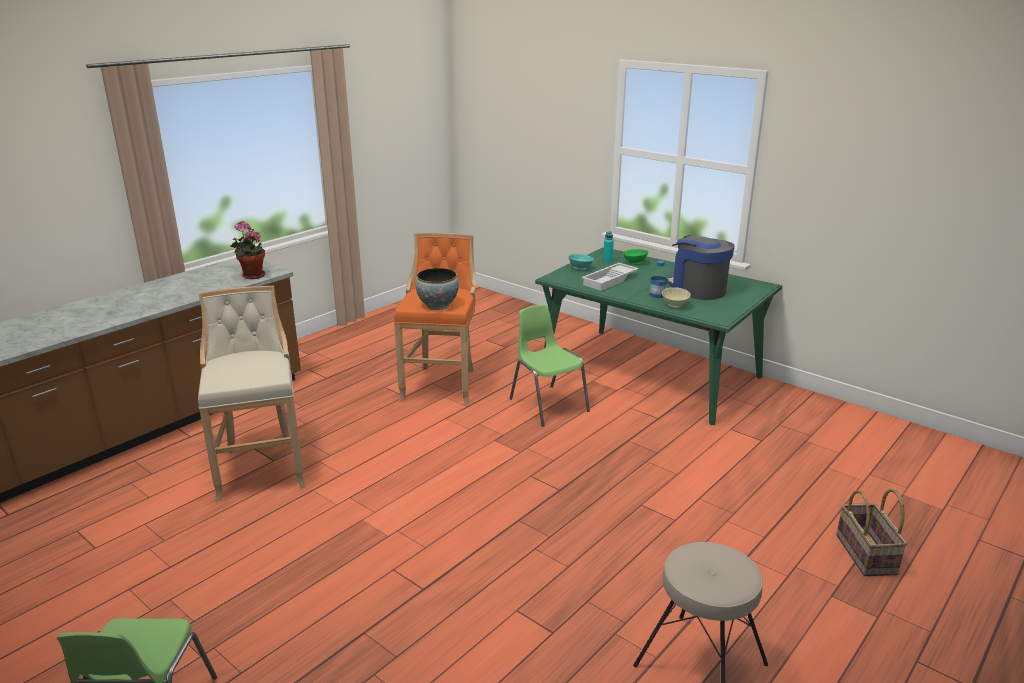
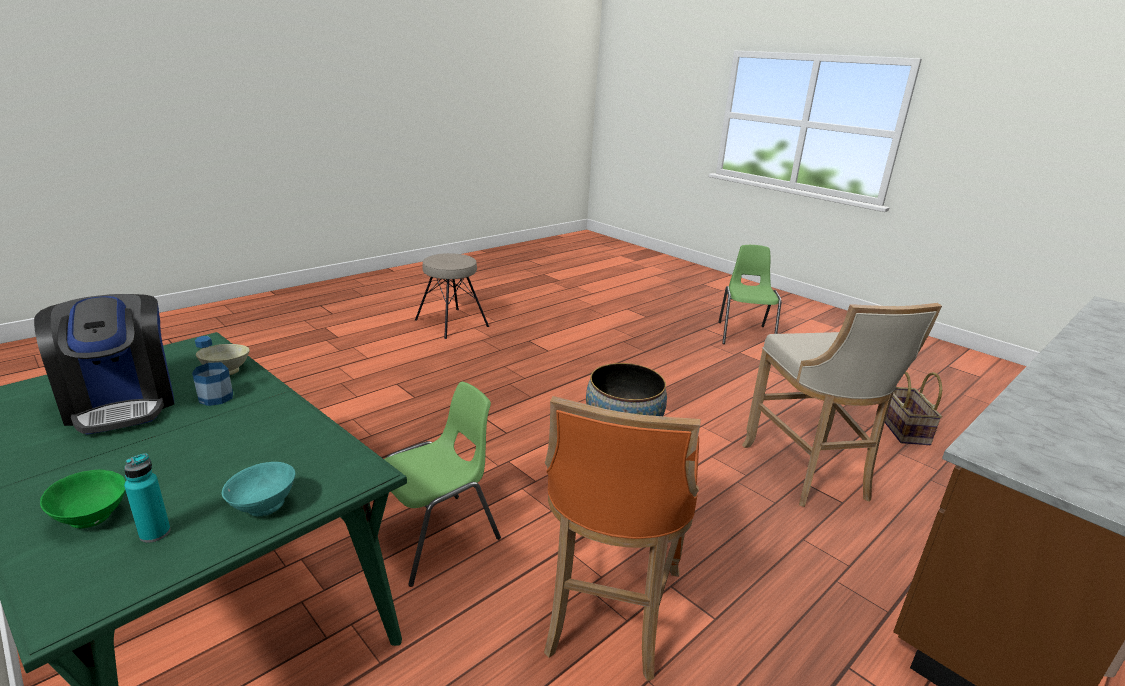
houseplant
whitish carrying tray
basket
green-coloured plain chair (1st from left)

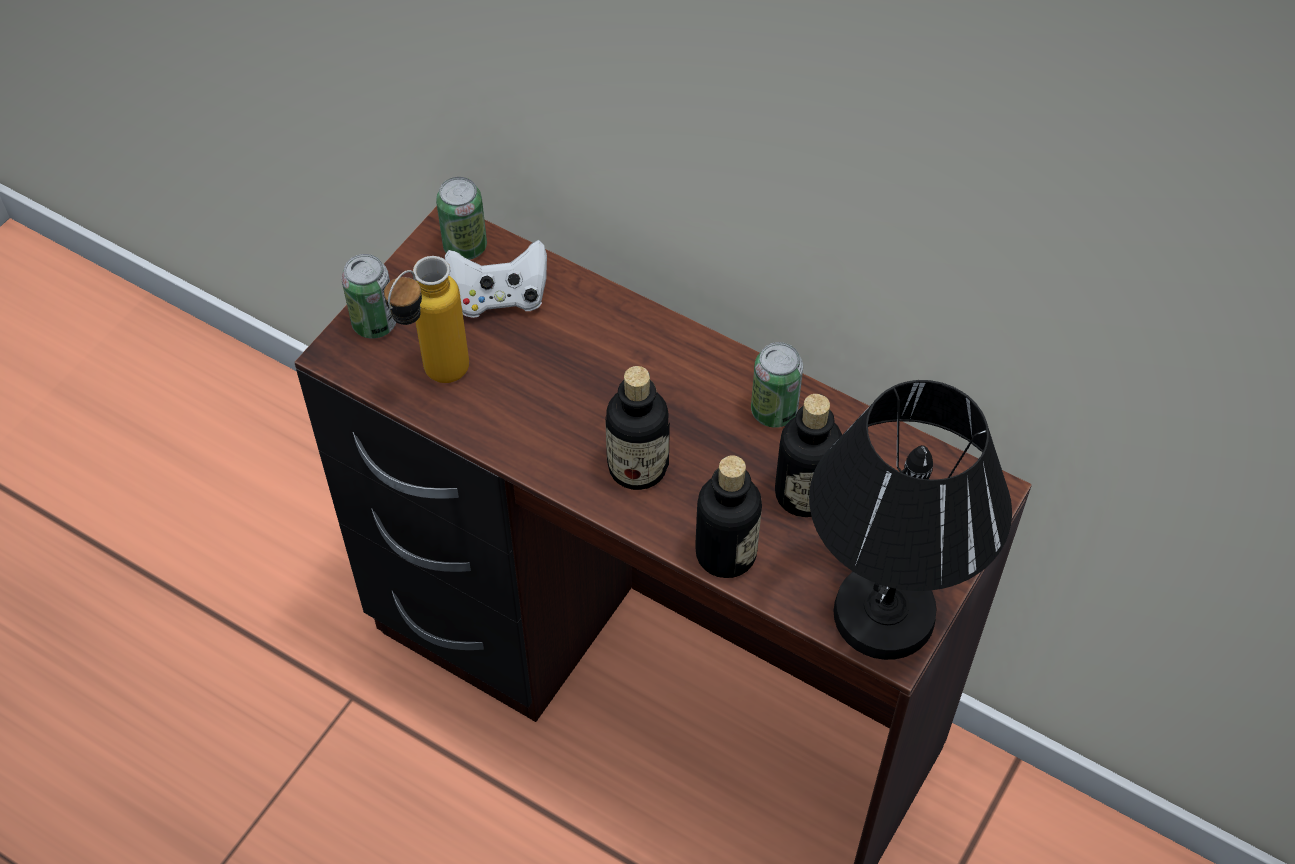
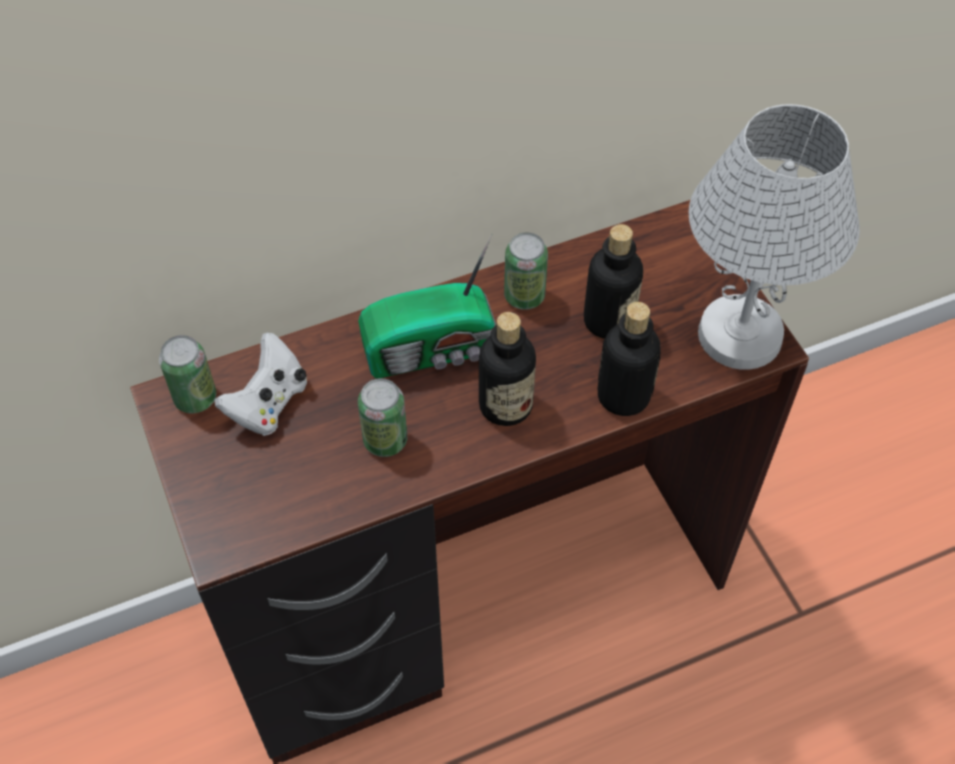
drink bottle (1st from left in the first image)
radio receiver
can (2nd from left)
whitish tabletop lamp

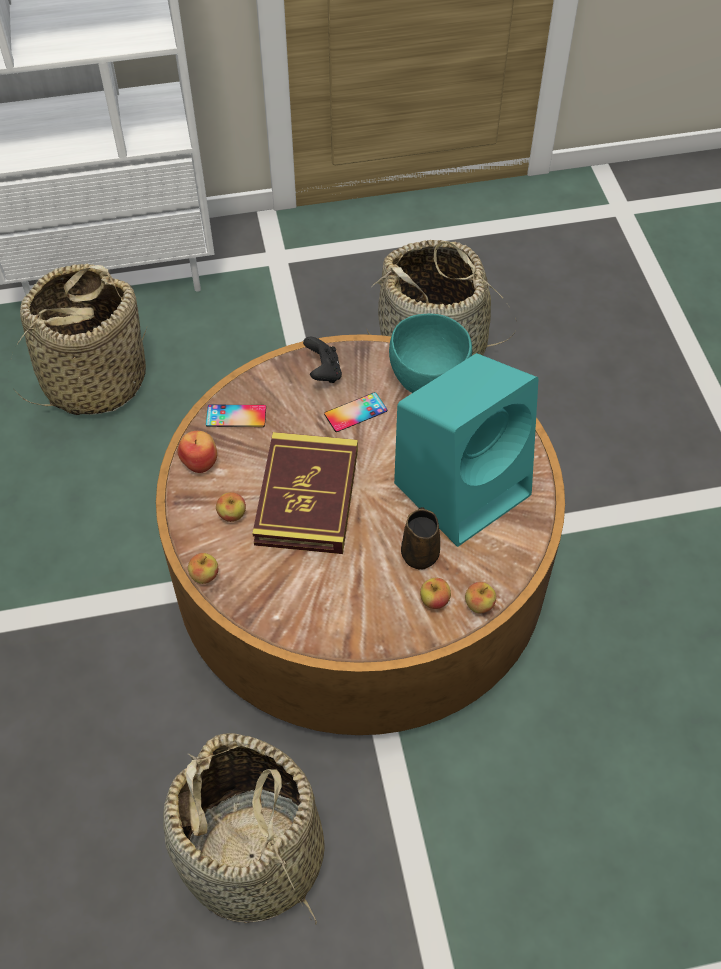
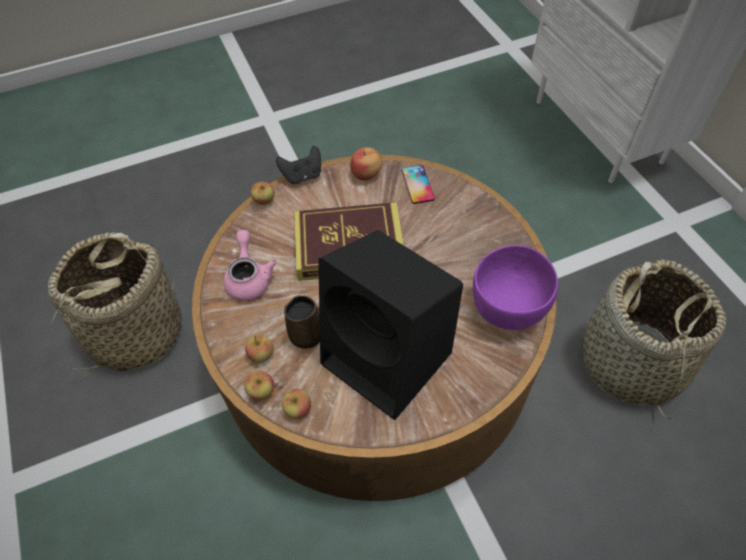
basket (1st from left in the first image)
handset (2nd from left in the first image)
pink tea pot
apple fruit (4th from left)
black gamepad
purple deep dish
black loudspeaker

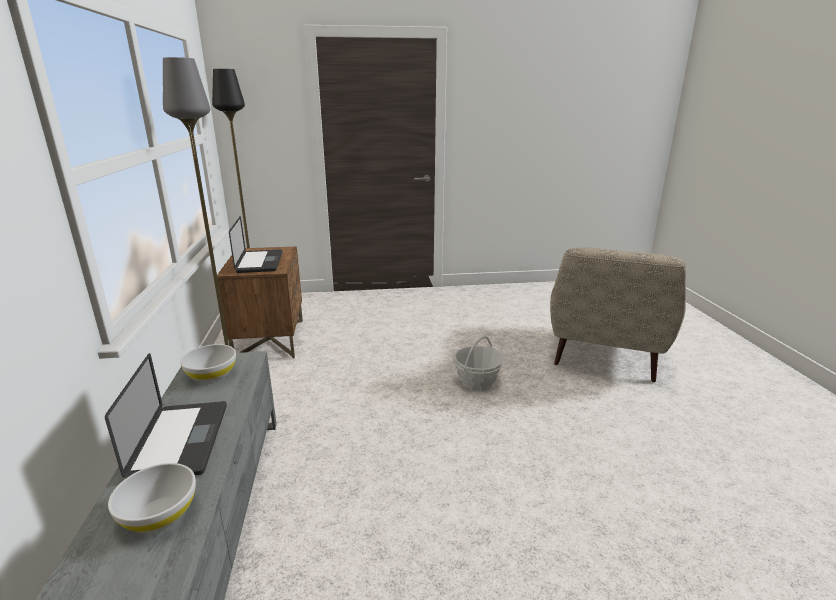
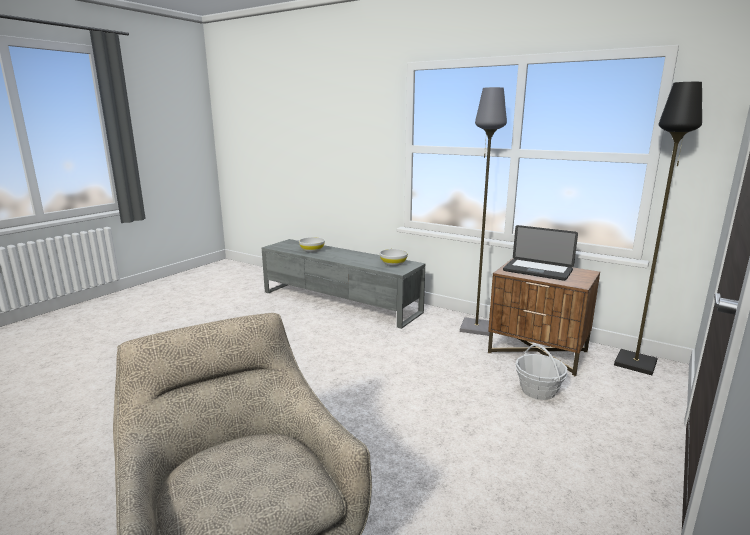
laptop (1st from left in the first image)
basket

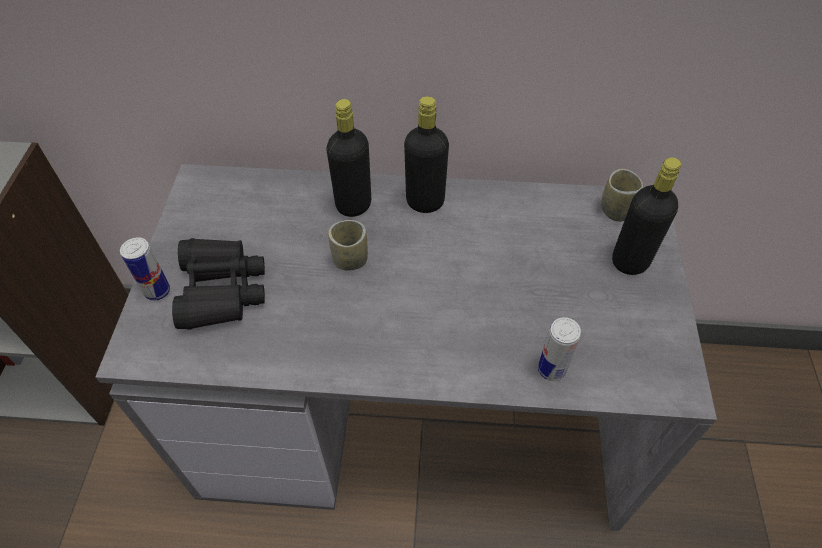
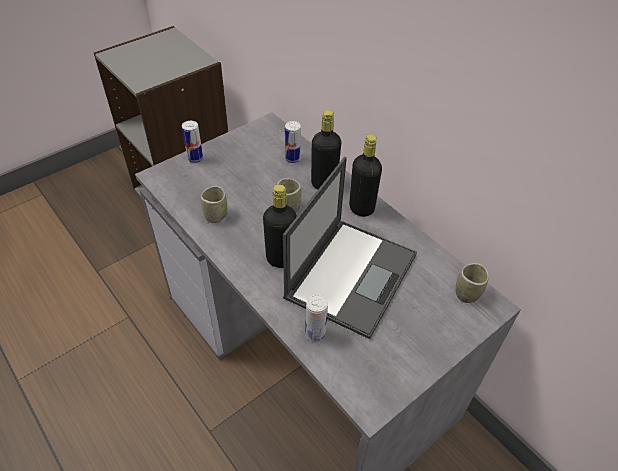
black binoculars
cup (1st from left)
laptop
can (2nd from left)
black drink bottle (1st from left)

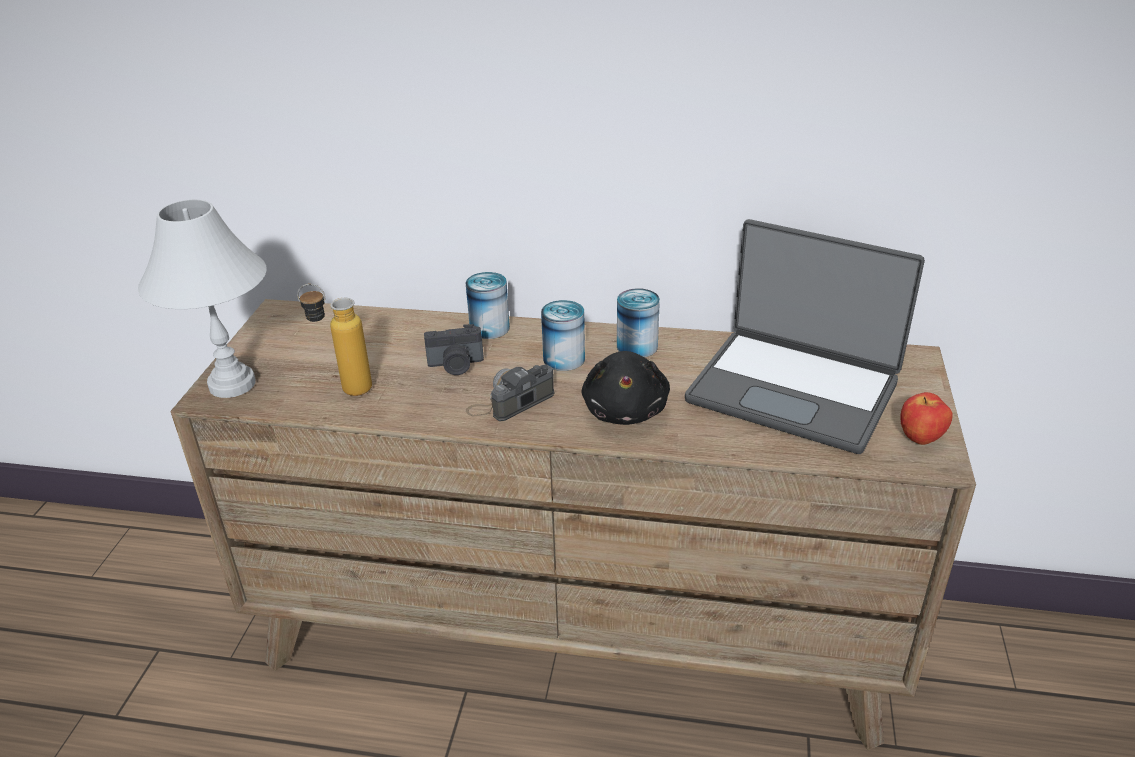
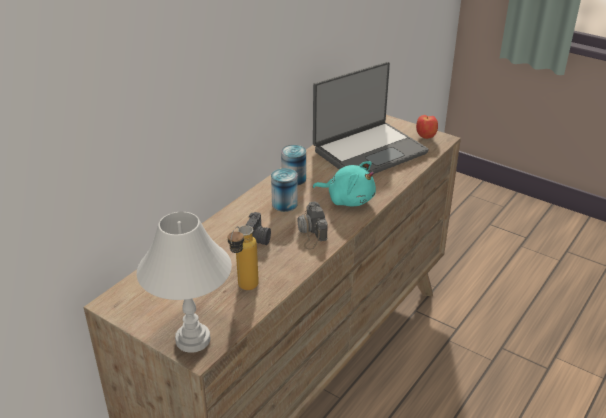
can (1st from left in the first image)
turquoise-coloured soft toy

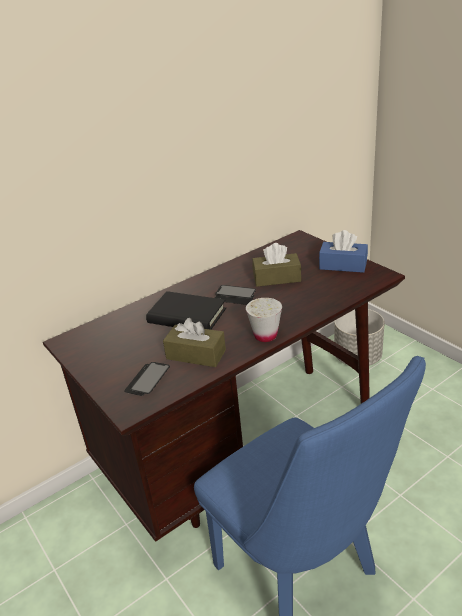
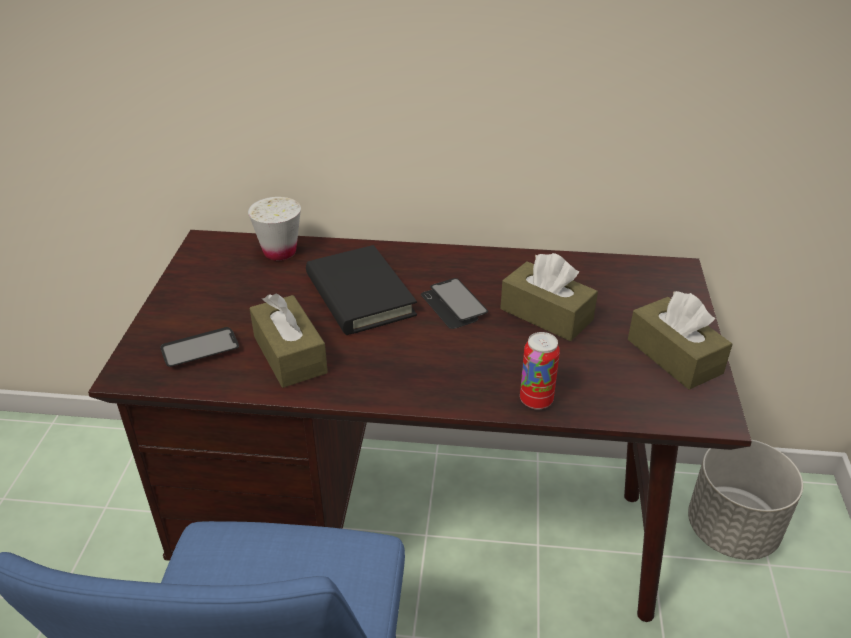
can
whitish cup
brown-coloured tissue holder (3rd from left)

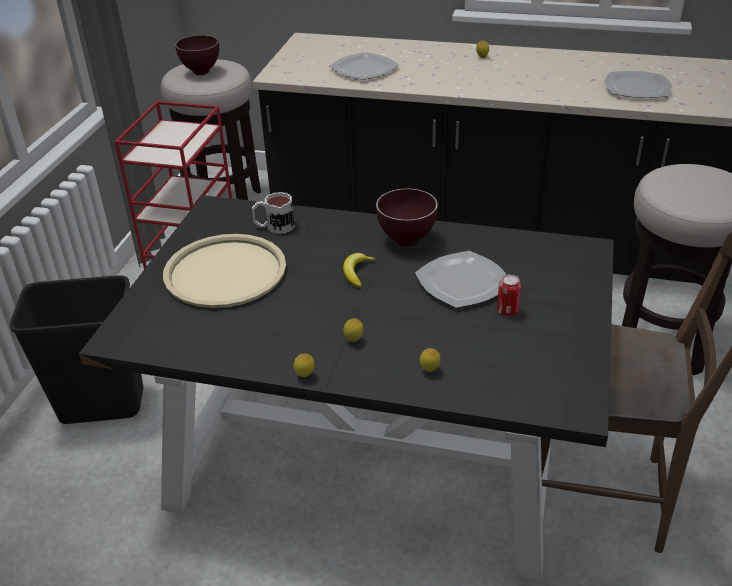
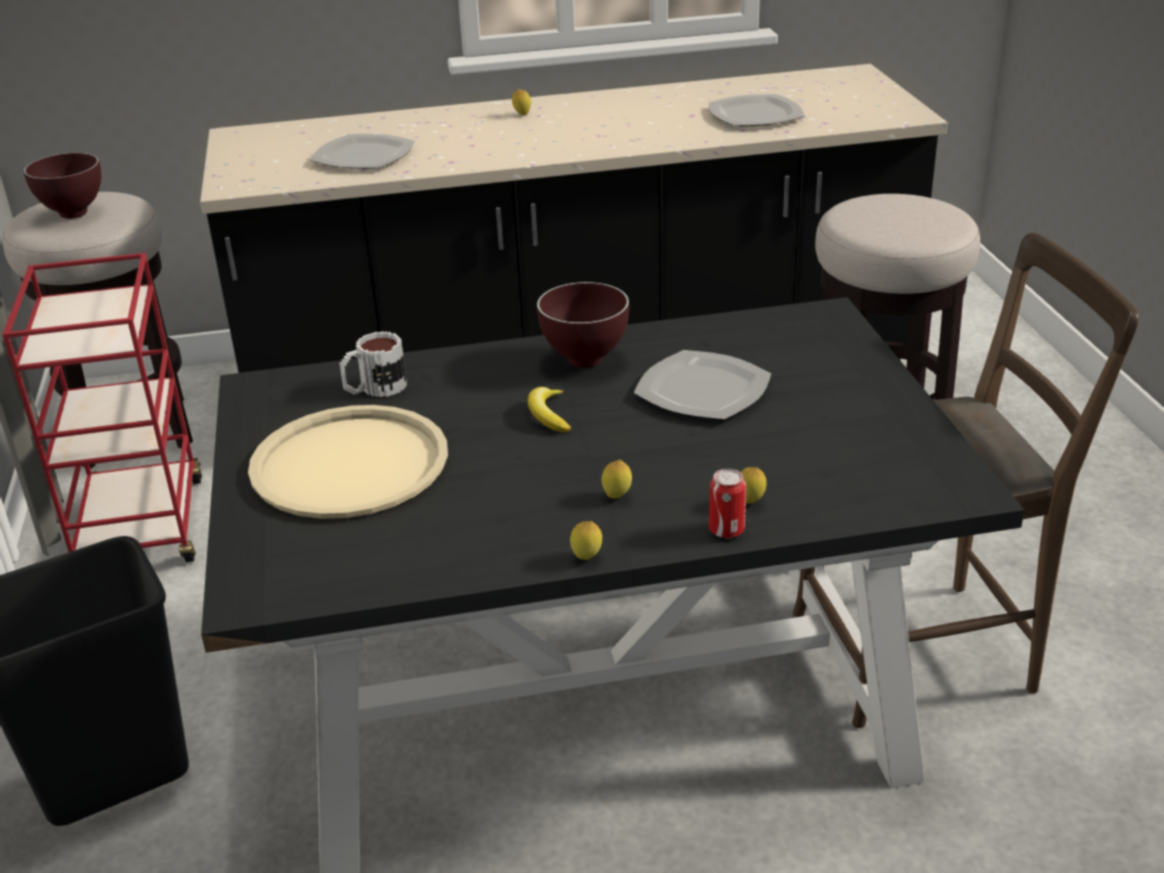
can

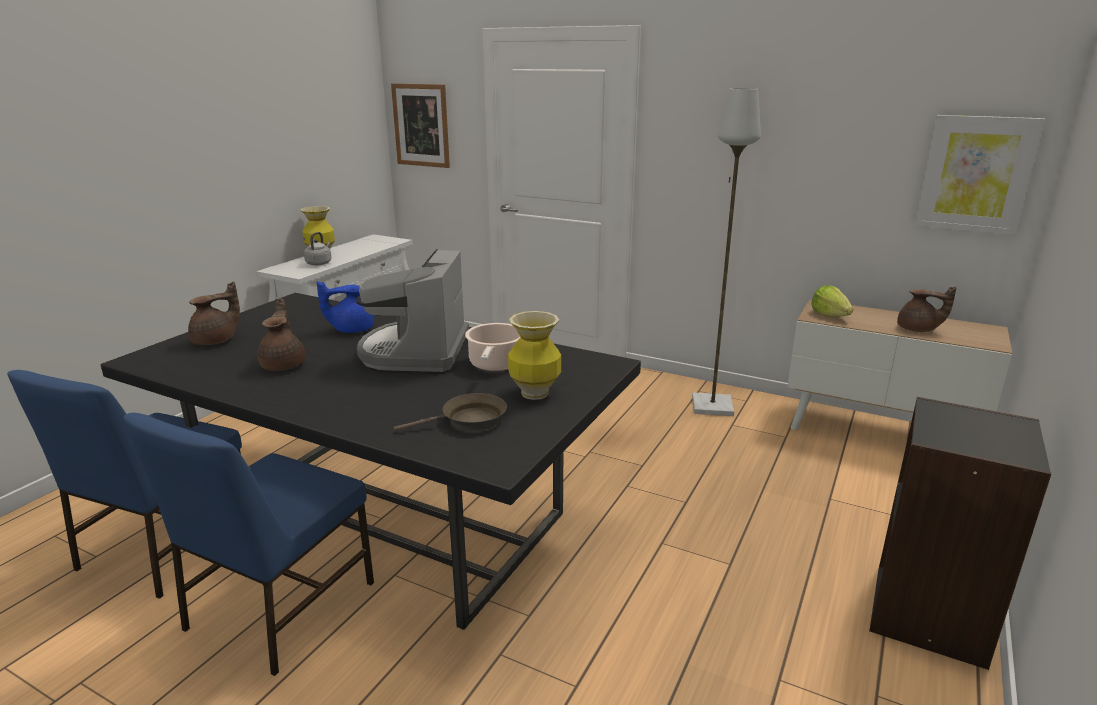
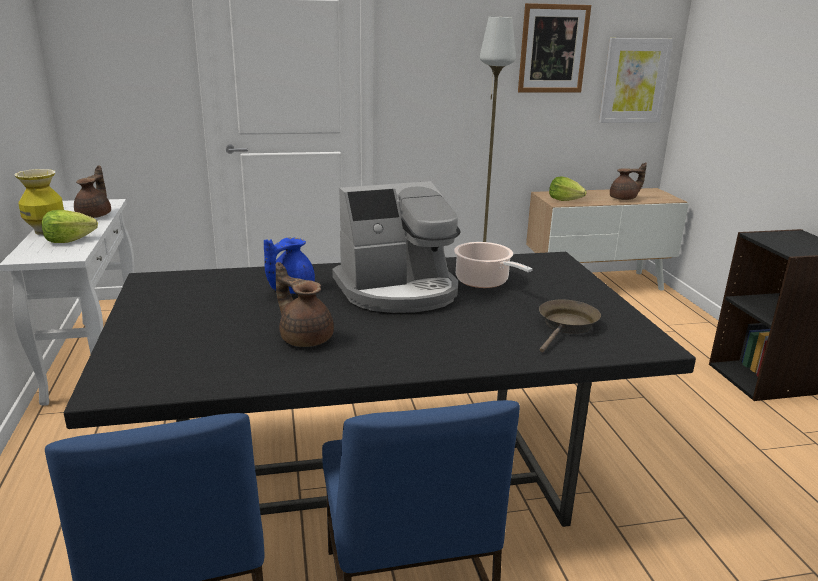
vase (2nd from left in the first image)
brown-coloured tea pot (1st from left)
wall picture (1st from left)
head of lettuce (1st from left)
coffee machine

